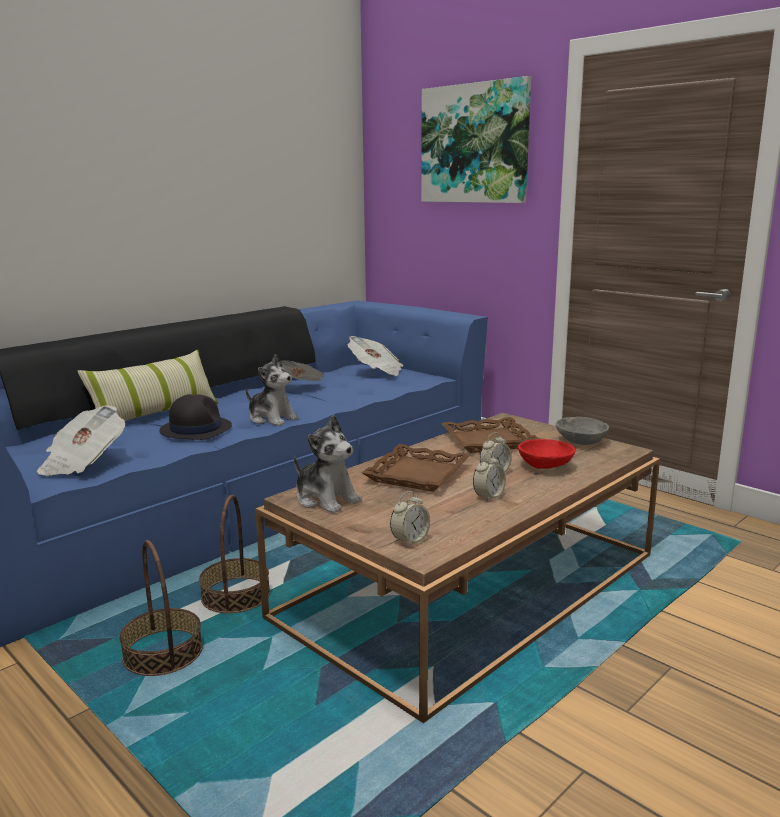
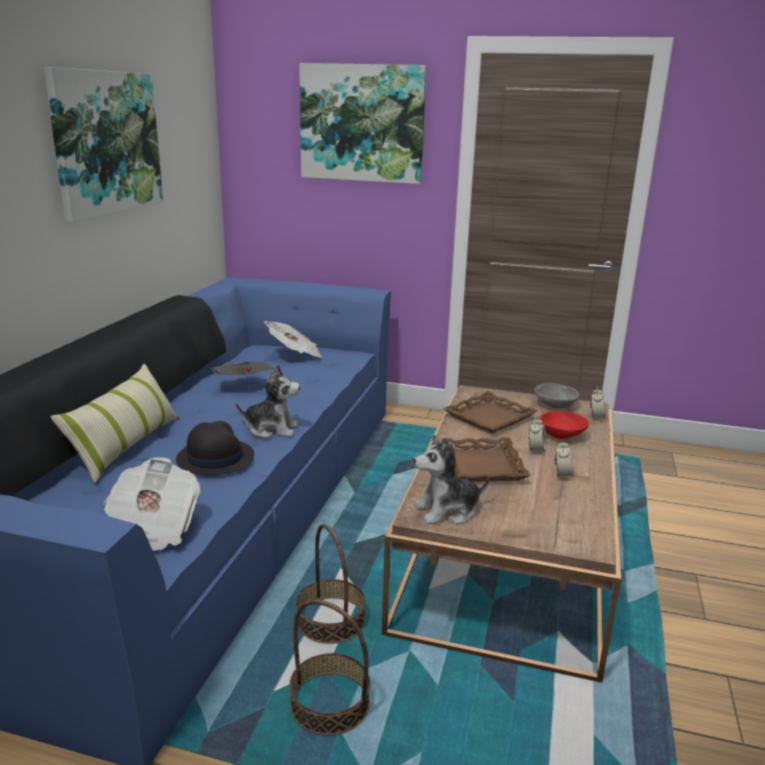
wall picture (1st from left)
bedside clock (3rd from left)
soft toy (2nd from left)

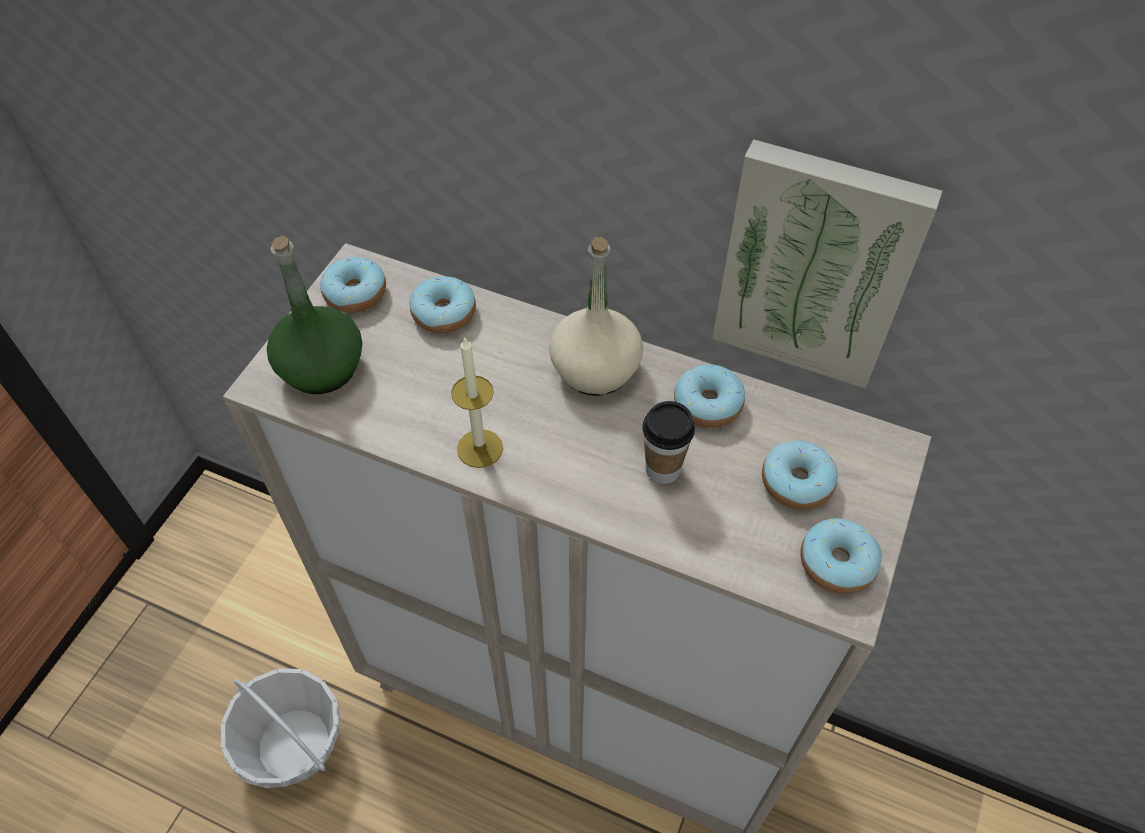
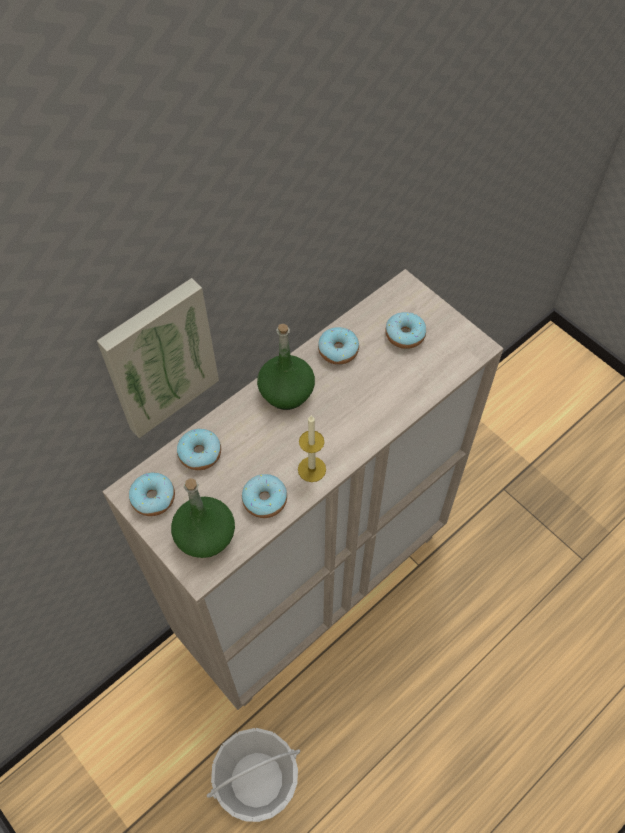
cup
wall picture
ring doughnut (3rd from left)
green-coloured drink bottle (2nd from left)

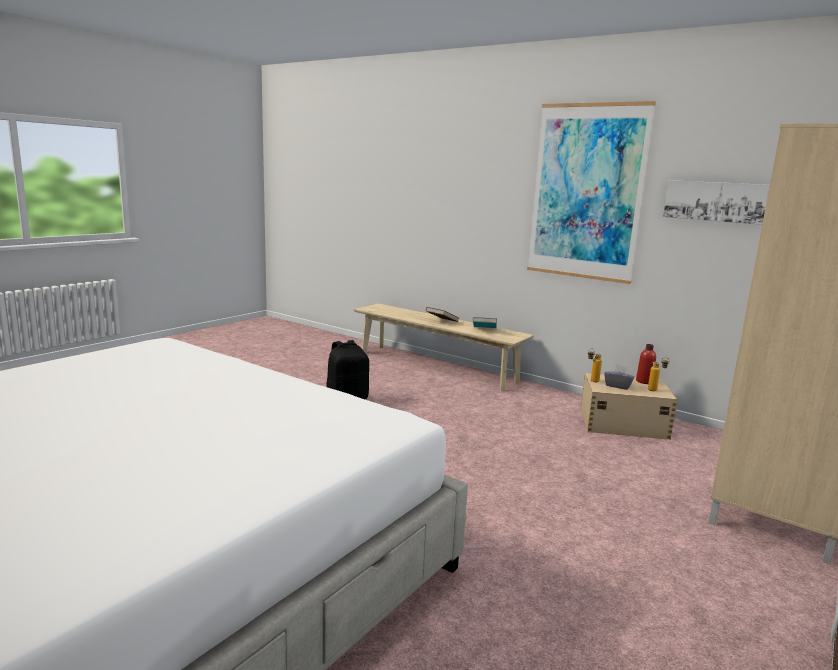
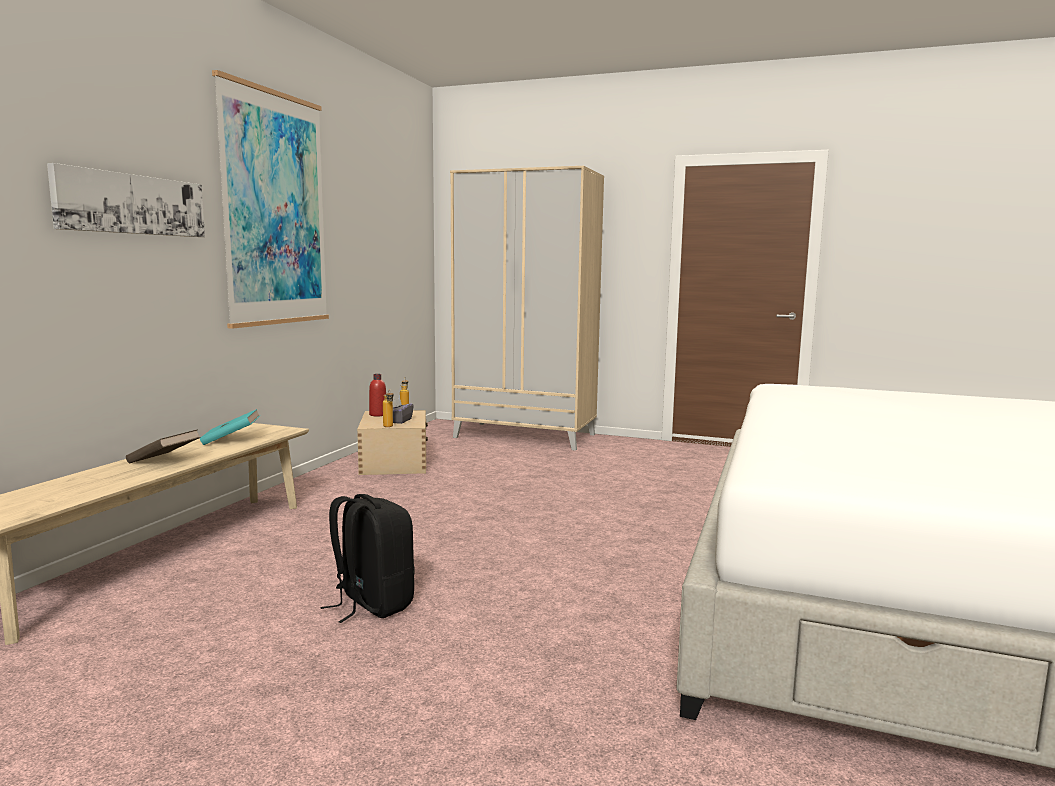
wall picture (1st from left)

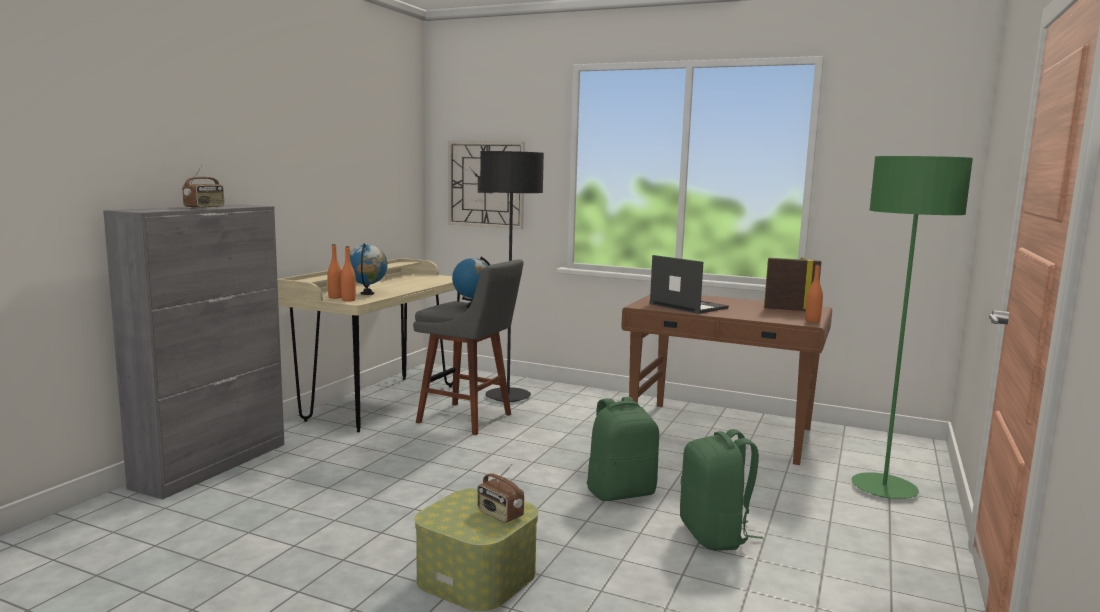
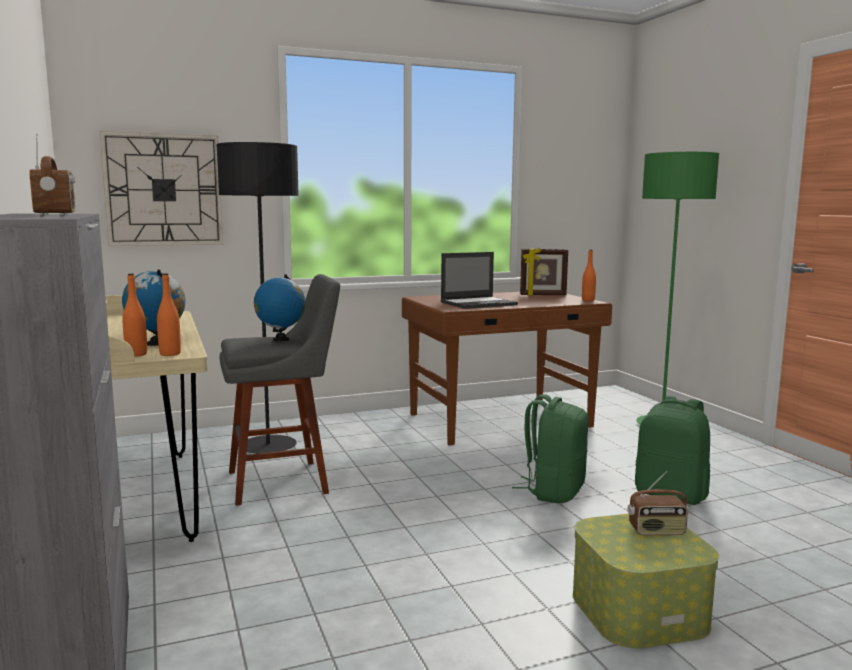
laptop
photo frame

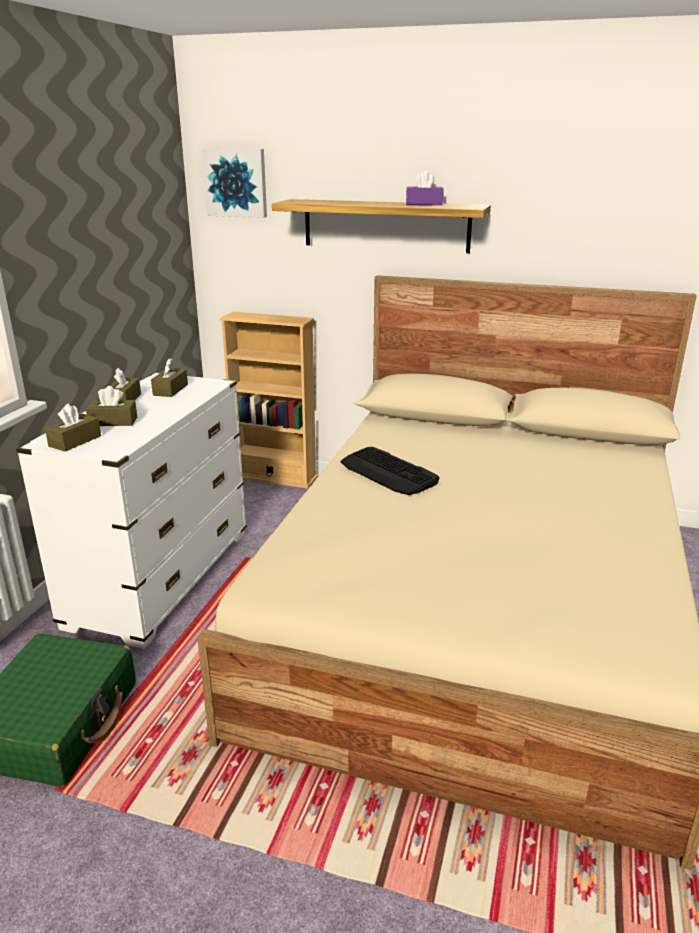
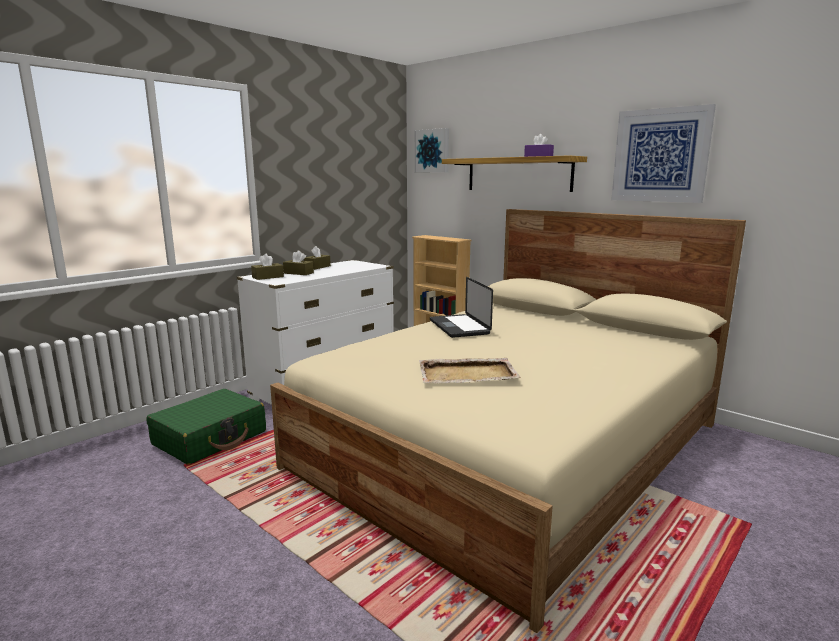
brown-coloured tissue holder (4th from left in the first image)
beige-coloured carrying tray
wall picture (2nd from left)
laptop

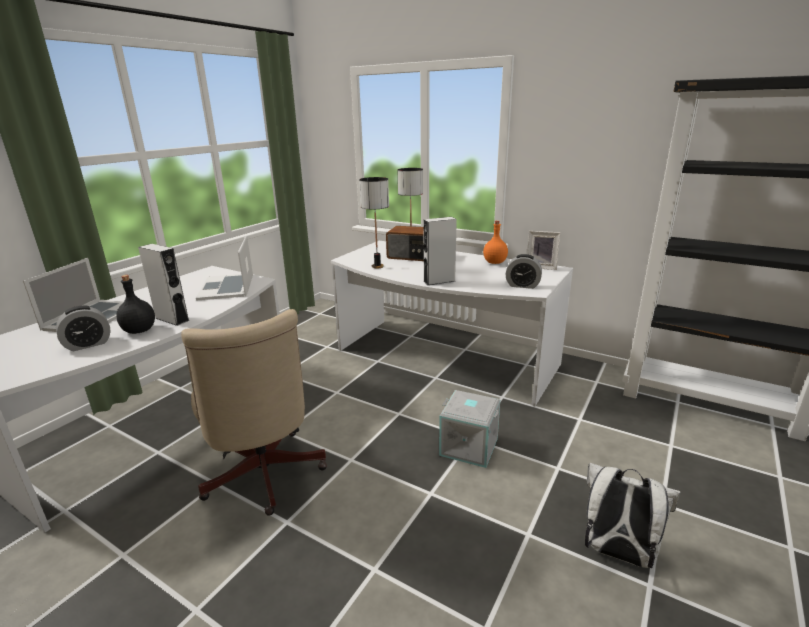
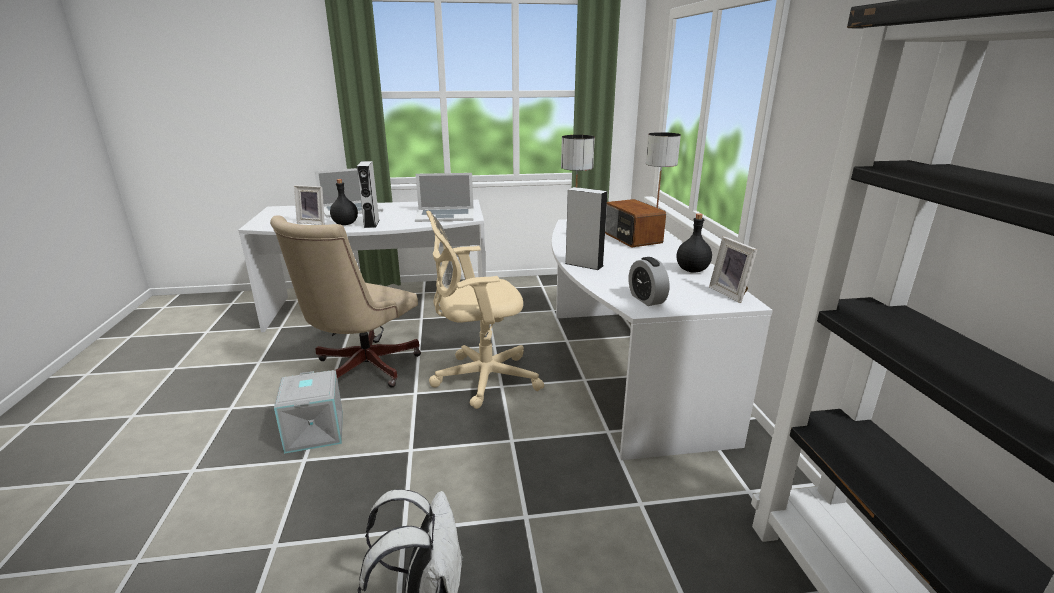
beige-coloured computer chair (2nd from left)
greyish storage container
photo frame (1st from left)
black drink bottle (2nd from left)
laptop (2nd from left)

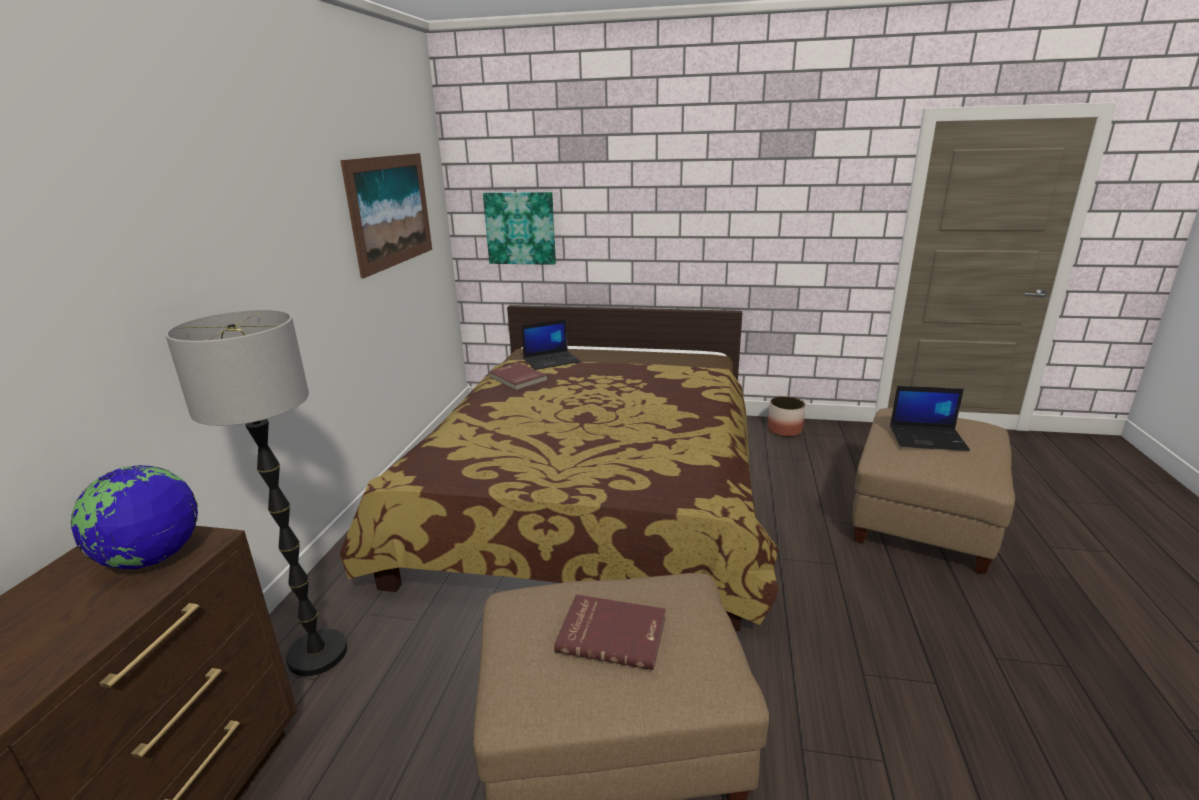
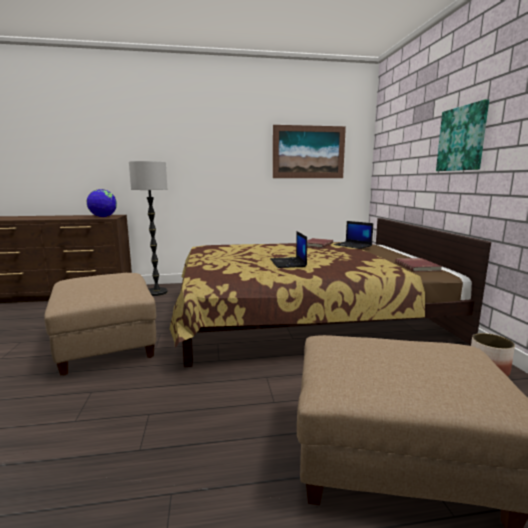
wall picture (2nd from left)
red-coloured book (2nd from left)
laptop (1st from left)

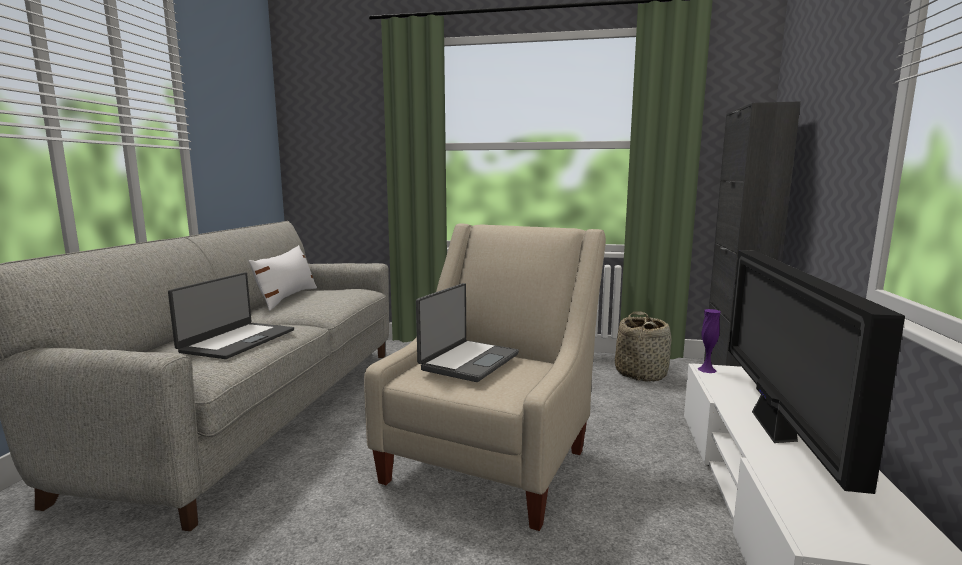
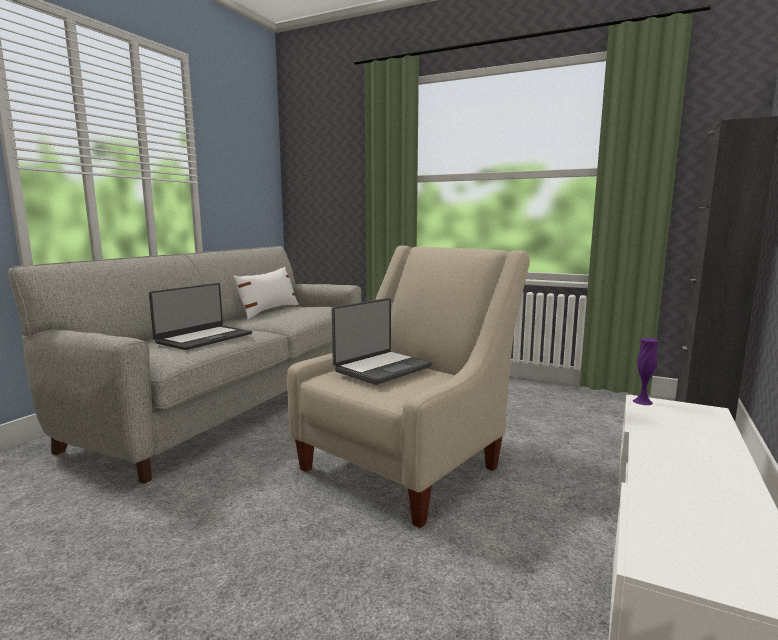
basket
television

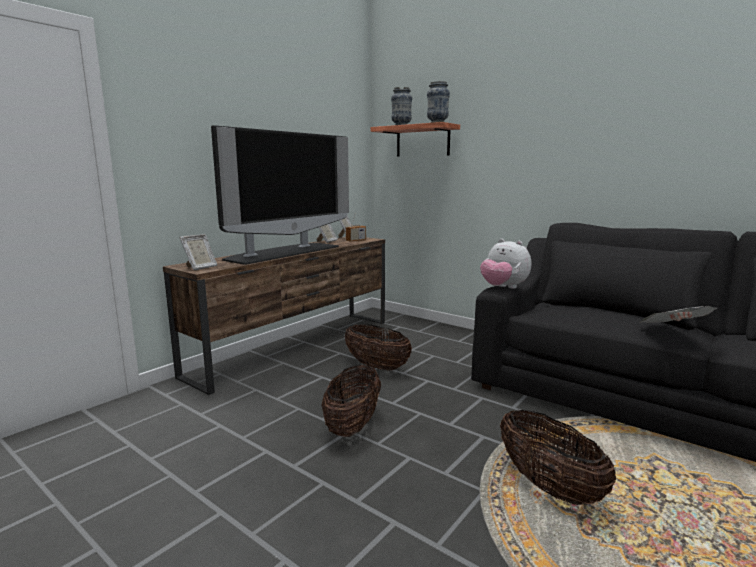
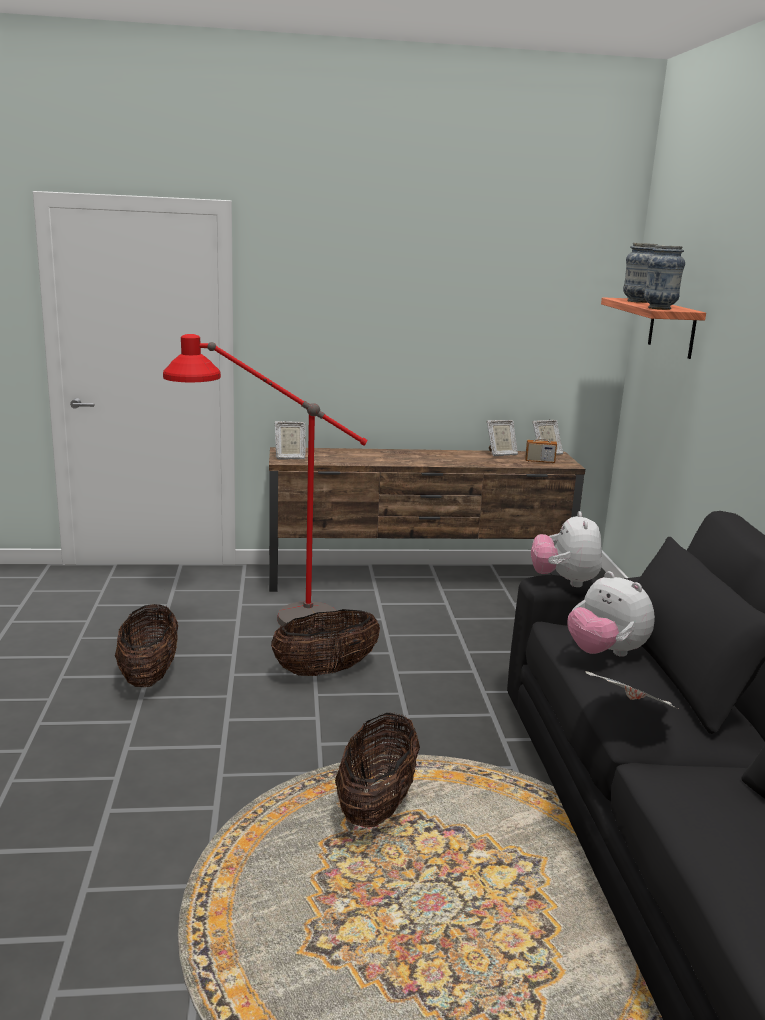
television
red-coloured floor lamp
soft toy (2nd from left)
basket (1st from left)

